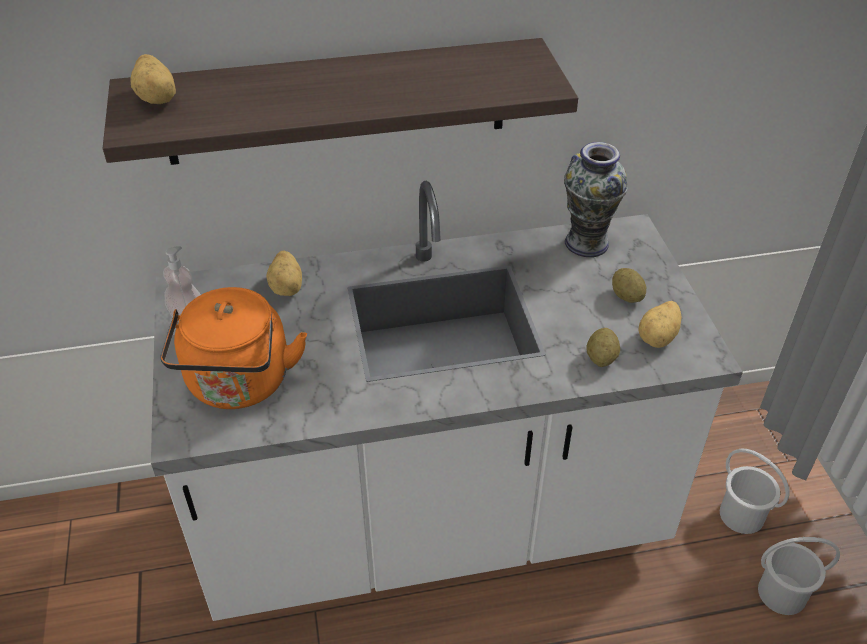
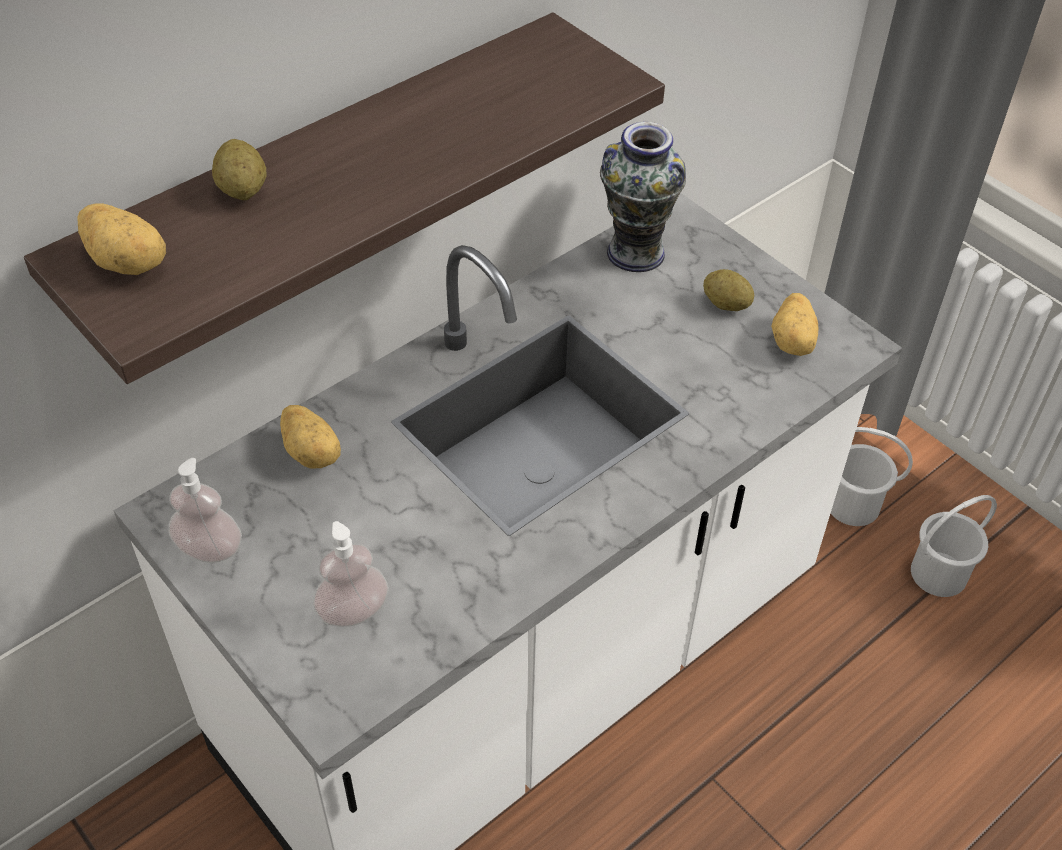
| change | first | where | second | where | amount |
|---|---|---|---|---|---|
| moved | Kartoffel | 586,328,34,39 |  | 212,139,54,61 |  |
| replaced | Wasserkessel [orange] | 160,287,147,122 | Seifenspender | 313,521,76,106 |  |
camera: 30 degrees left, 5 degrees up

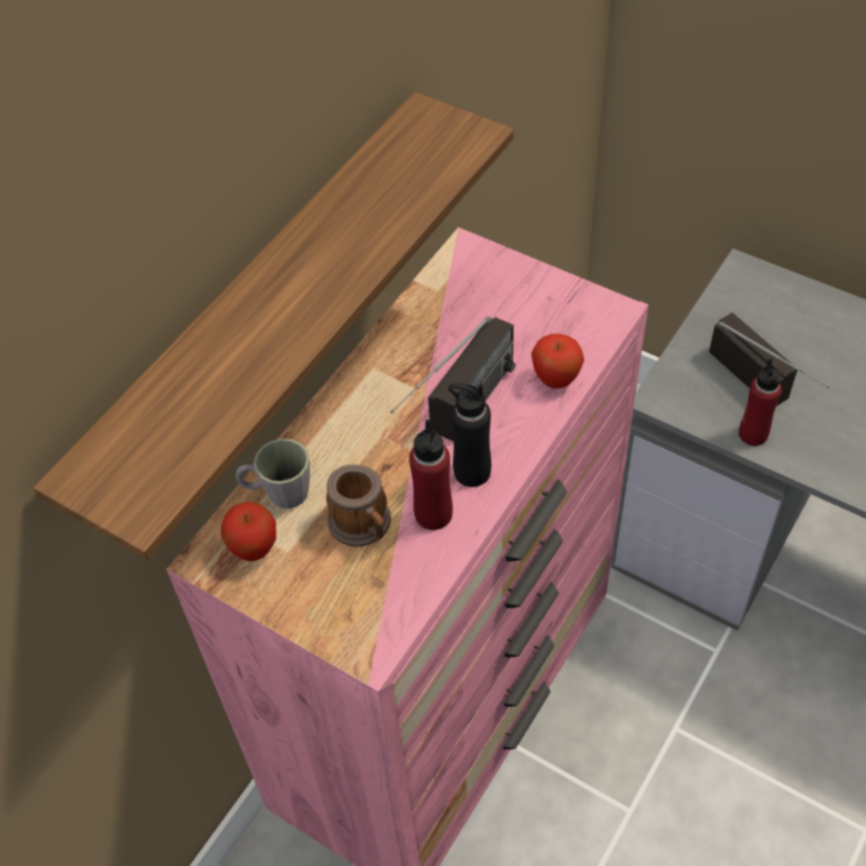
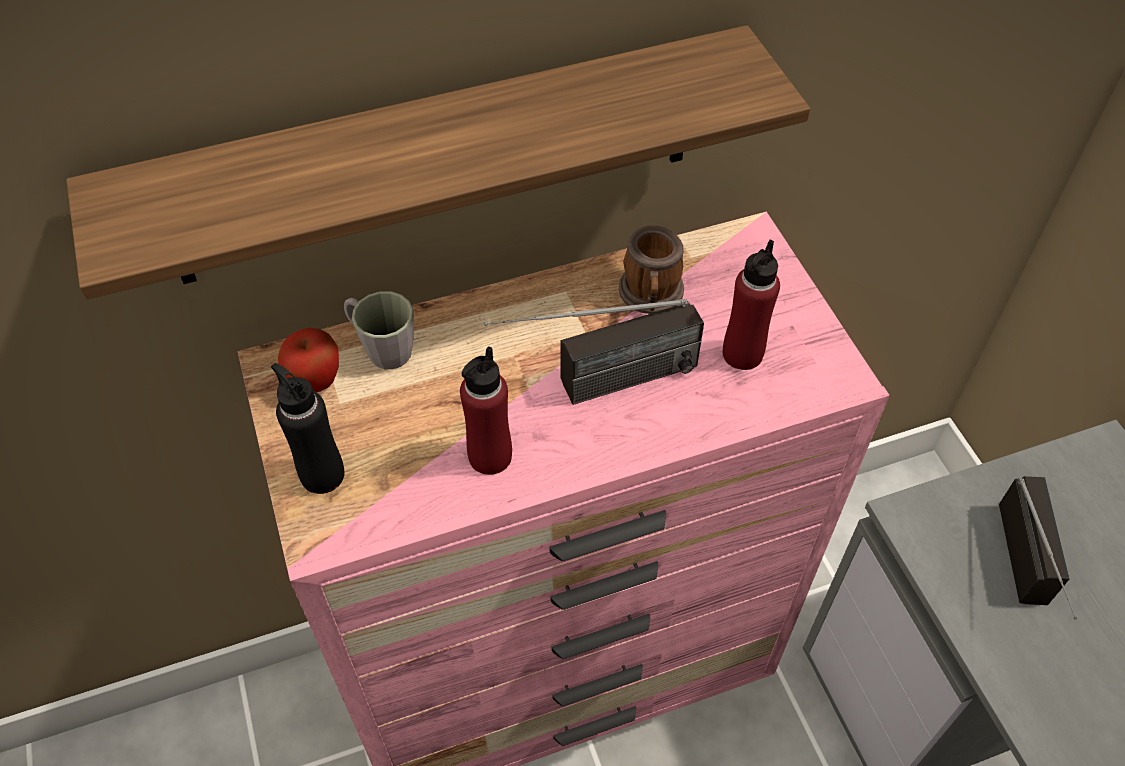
| change | first | where | second | where | amount |
|---|---|---|---|---|---|
| removed | Apfel | 531,334,53,55 |  |  |  |
| moved | Henkelbecher | 326,464,65,83 |  | 619,226,65,88 |  |
| moved | Flasche [schwarz] | 449,383,42,104 |  | 271,363,74,131 |  |
| moved | Flasche [rot] | 739,359,43,87 |  | 723,239,57,131 |  |
camera: 35 degrees right, 0 degrees up

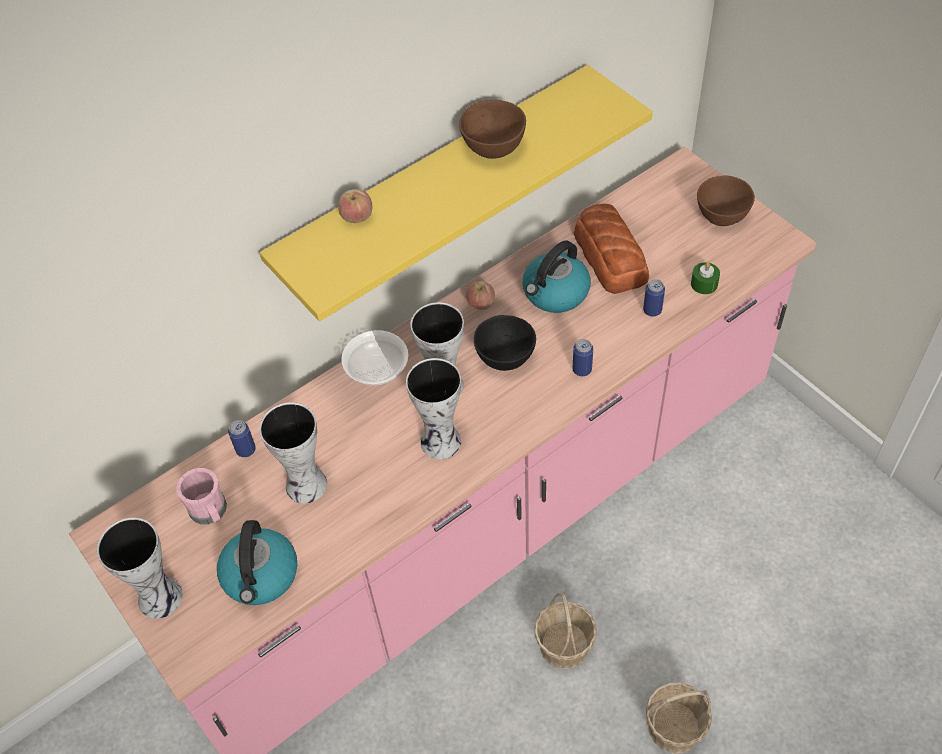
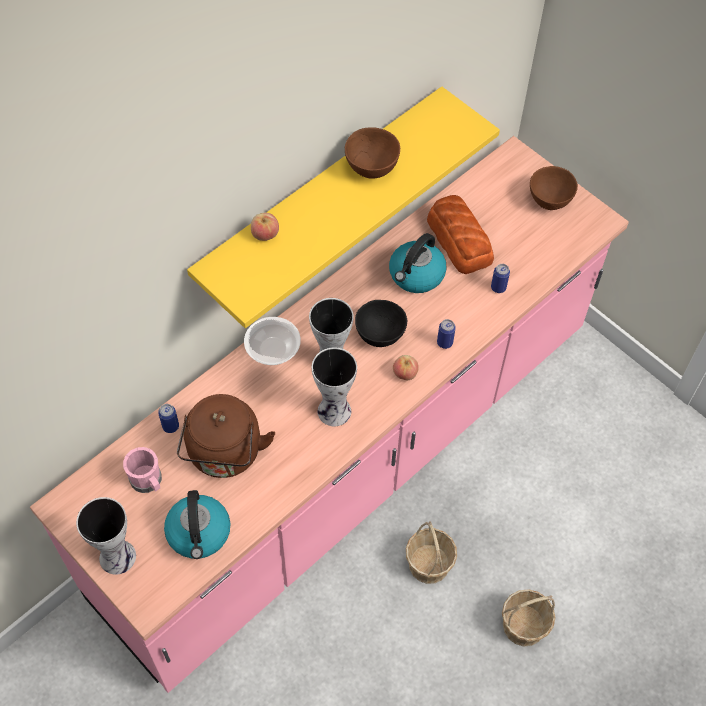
| change | first | where | second | where | amount |
|---|---|---|---|---|---|
| removed | Kerze [grün] | 691,262,29,32 |  |  |  |
| moved | Apfel | 466,281,29,29 |  | 393,355,26,25 |  |
| replaced | Vase | 259,402,68,102 | Wasserkessel [braun] | 177,394,98,84 |  |
camera: 10 degrees left, 5 degrees up

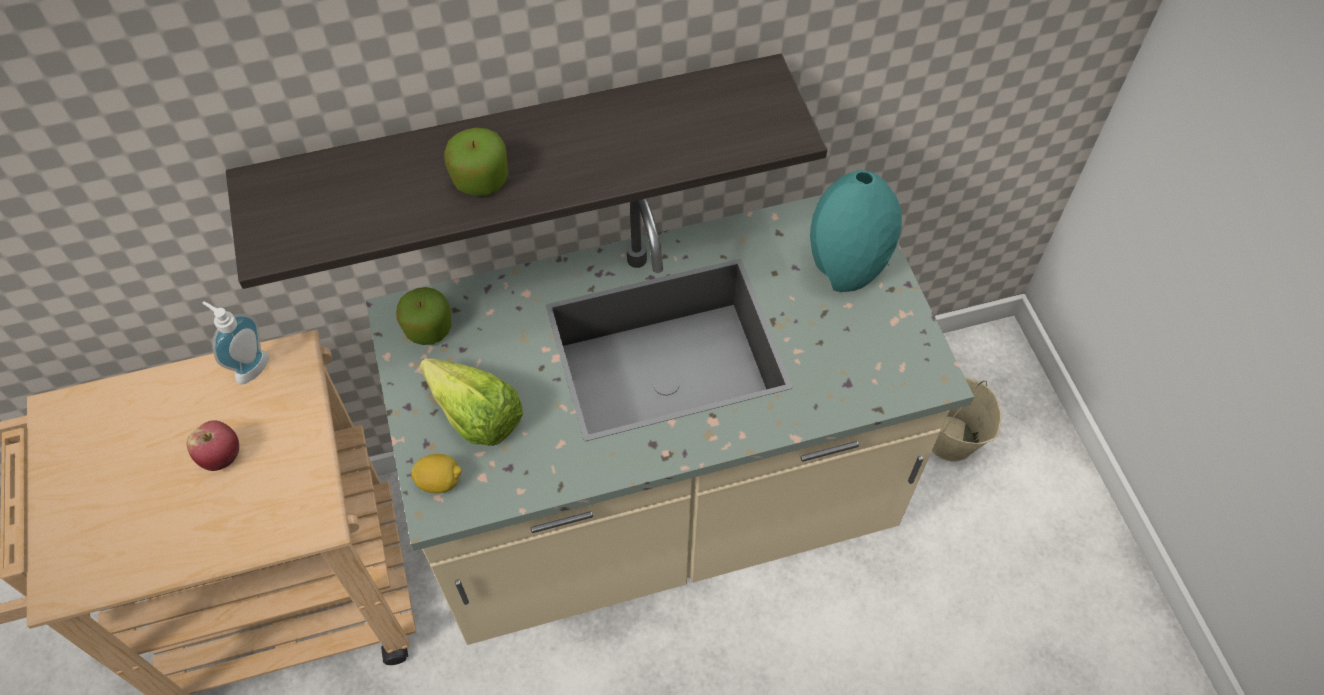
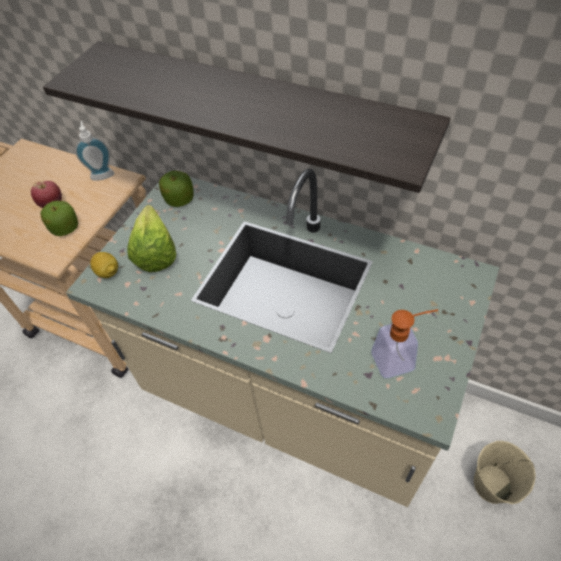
| change | first | where | second | where | amount |
|---|---|---|---|---|---|
| removed | Vase [türkis] | 810,170,92,122 |  |  |  |
| added |  |  | Seifenspender | 371,309,67,69 |  |
| moved | Apfel | 444,127,64,69 |  | 40,201,38,35 |  |
camera: 45 degrees right, 5 degrees down

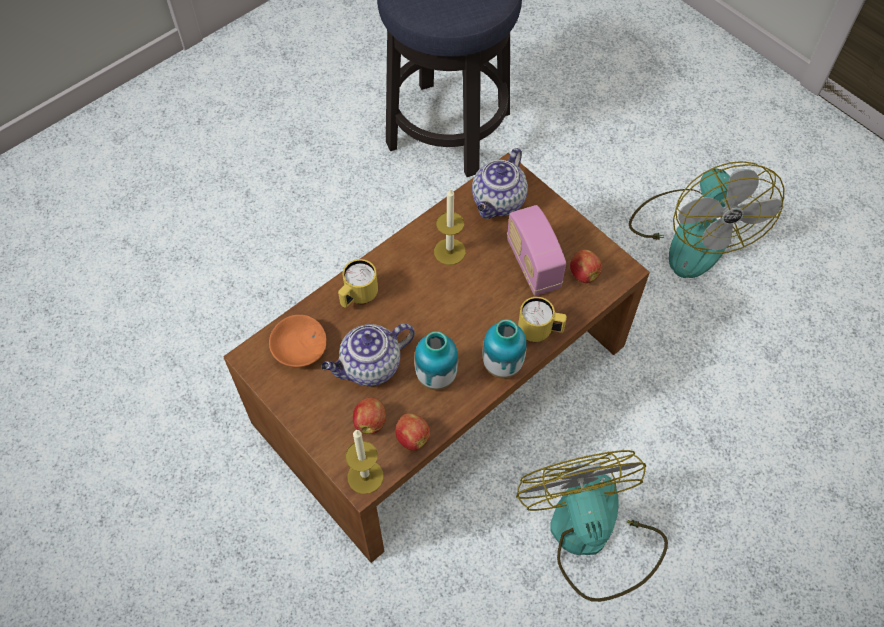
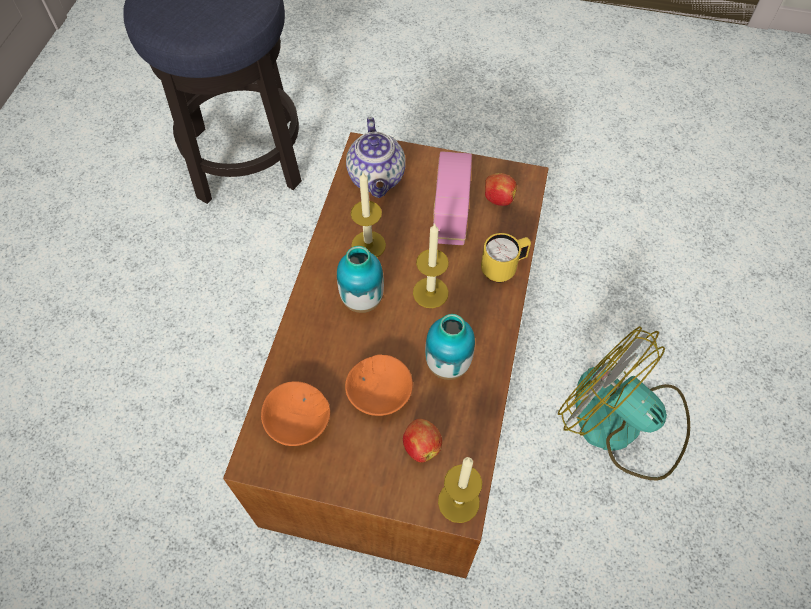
| change | first | where | second | where | amount |
|---|---|---|---|---|---|
| removed | Henkelbecher [gelb] | 338,259,40,48 |  |  |  |
| removed | Apfel | 395,413,35,38 |  |  |  |
| removed | Ventilator | 629,161,155,117 |  |  |  |
| added |  |  | Kerze | 413,223,36,85 |  |
| moved | Vase | 482,319,45,60 |  | 337,246,47,67 |  |
| replaced | Teekanne | 321,323,94,63 | Schüssel [orange] | 345,354,68,62 |  |
| turned | Radio | 507,205,59,91 |  | 433,151,39,94 | 60 degrees clockwise |
camera: 35 degrees left, 0 degrees up

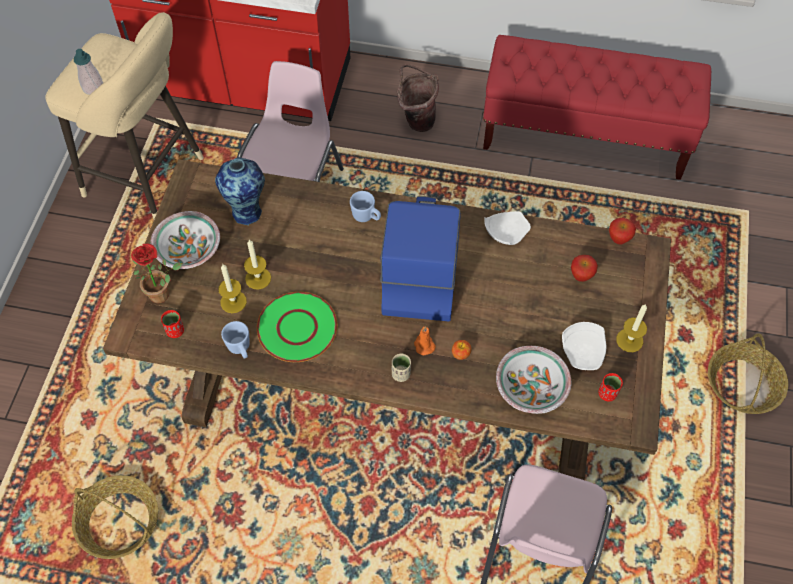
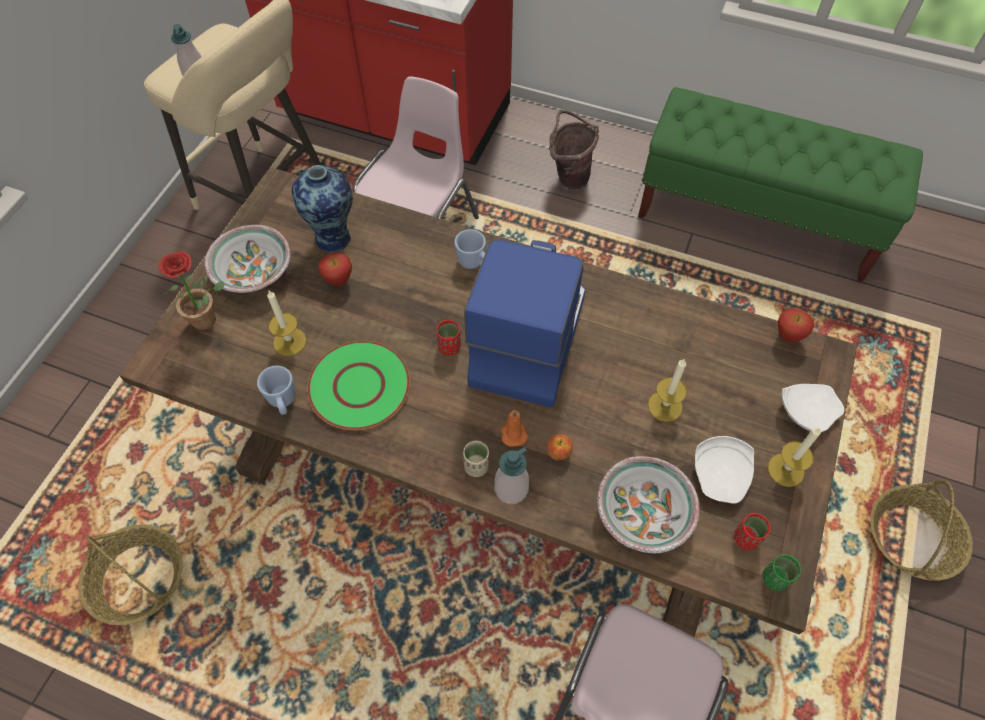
| change | first | where | second | where | amount |
|---|---|---|---|---|---|
| added |  |  | Seifenspender | 495,447,34,57 |  |
| added |  |  | Tasse [grün] | 762,554,39,37 |  |
| moved | Tasse [rot] | 161,310,23,28 |  | 437,320,24,35 |  |
| moved | Kerze | 244,239,27,51 |  | 648,359,39,63 |  |
| moved | Teller [weiß] | 484,211,47,34 |  | 782,384,62,48 |  |
| moved | Apfel | 571,255,27,27 |  | 318,253,34,33 |  |
| recoloured | Bank [rot] | 482,35,229,145 | Bank [grün] | 638,87,285,195 |  |
camera: 10 degrees right, 0 degrees up

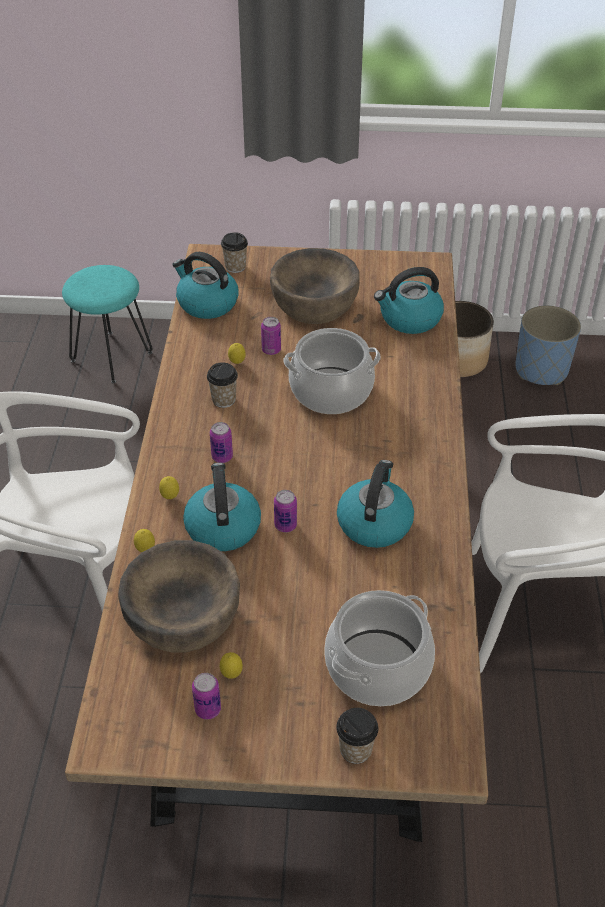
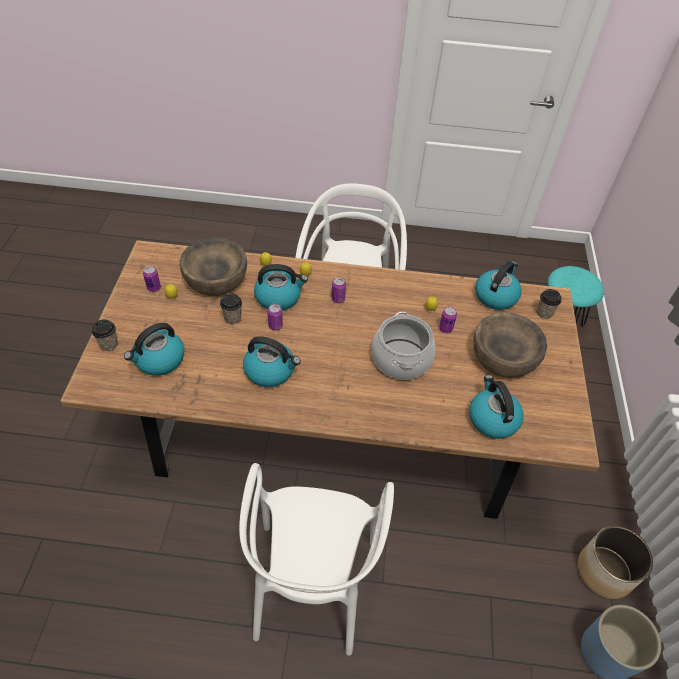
| change | first | where | second | where | amount |
|---|---|---|---|---|---|
| moved | Tasse | 207,362,31,46 |  | 220,293,22,32 |  |
| replaced | Kochtopf | 324,590,111,116 | Wasserkessel | 124,323,60,53 |  |
camera: 90 degrees right, 5 degrees up

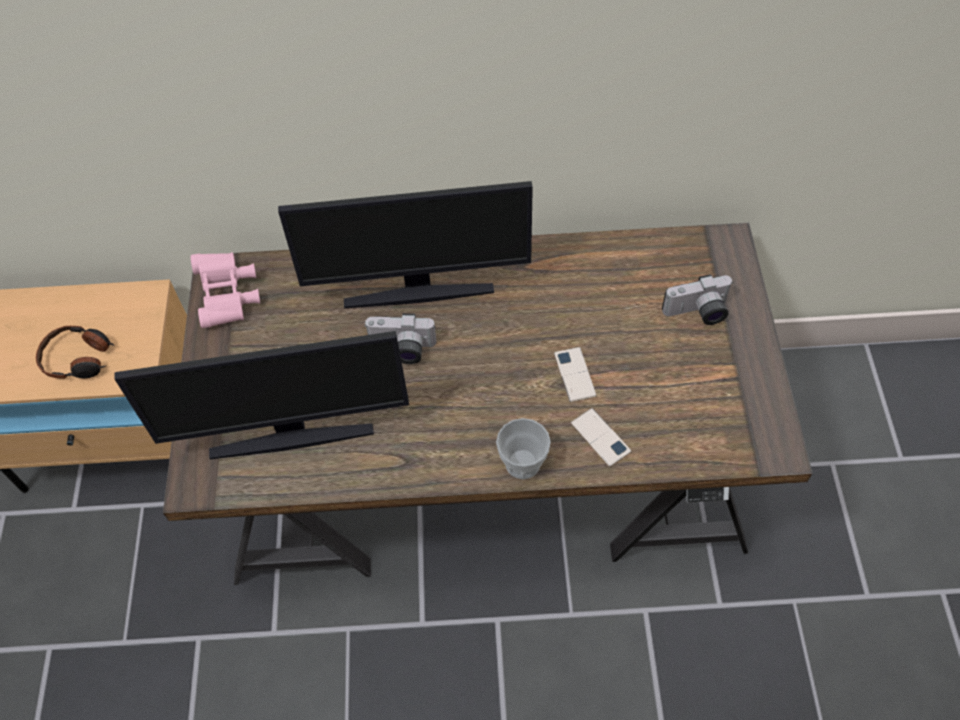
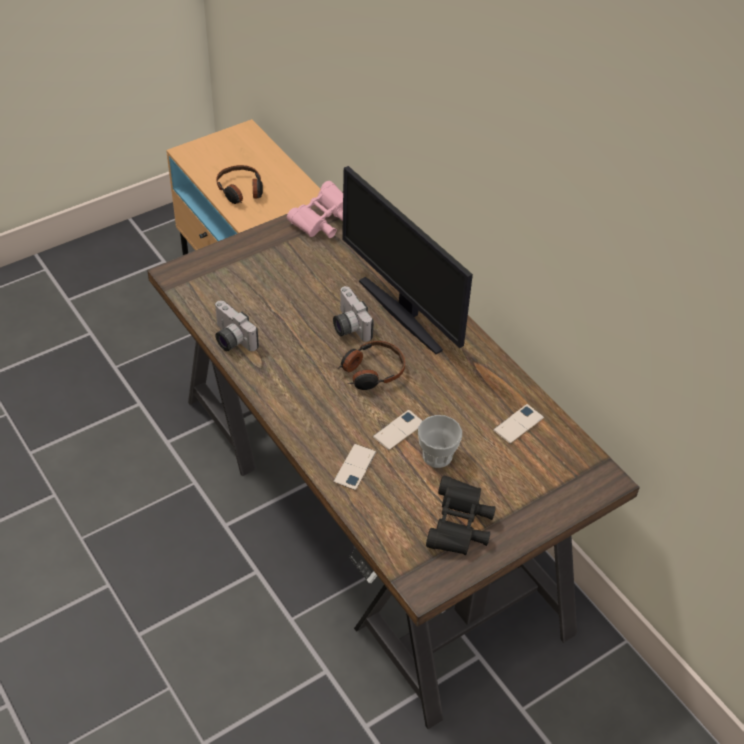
| change | first | where | second | where | amount |
|---|---|---|---|---|---|
| removed | Monitor | 114,331,295,128 |  |  |  |
| added |  |  | Kopfhörer | 338,341,67,49 |  |
| added |  |  | Fernglas [schwarz] | 426,476,70,79 |  |
| added |  |  | Handy | 493,404,51,40 |  |
| moved | Tasse | 496,418,55,61 |  | 418,415,44,53 |  |
| moved | Kamera | 662,274,71,51 |  | 215,301,44,50 |  |
camera: 55 degrees right, 10 degrees down

